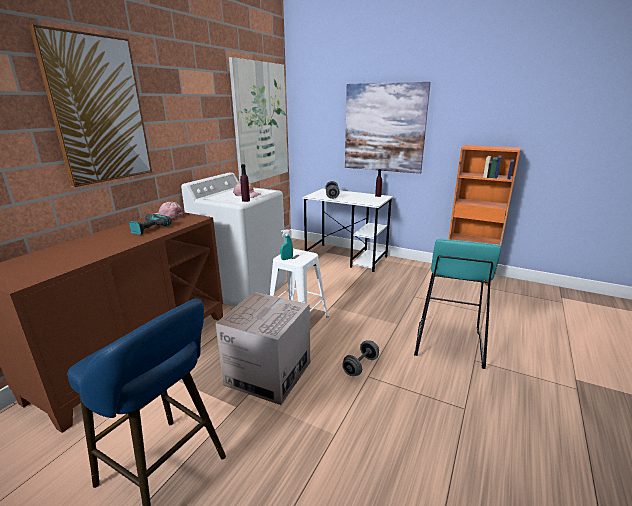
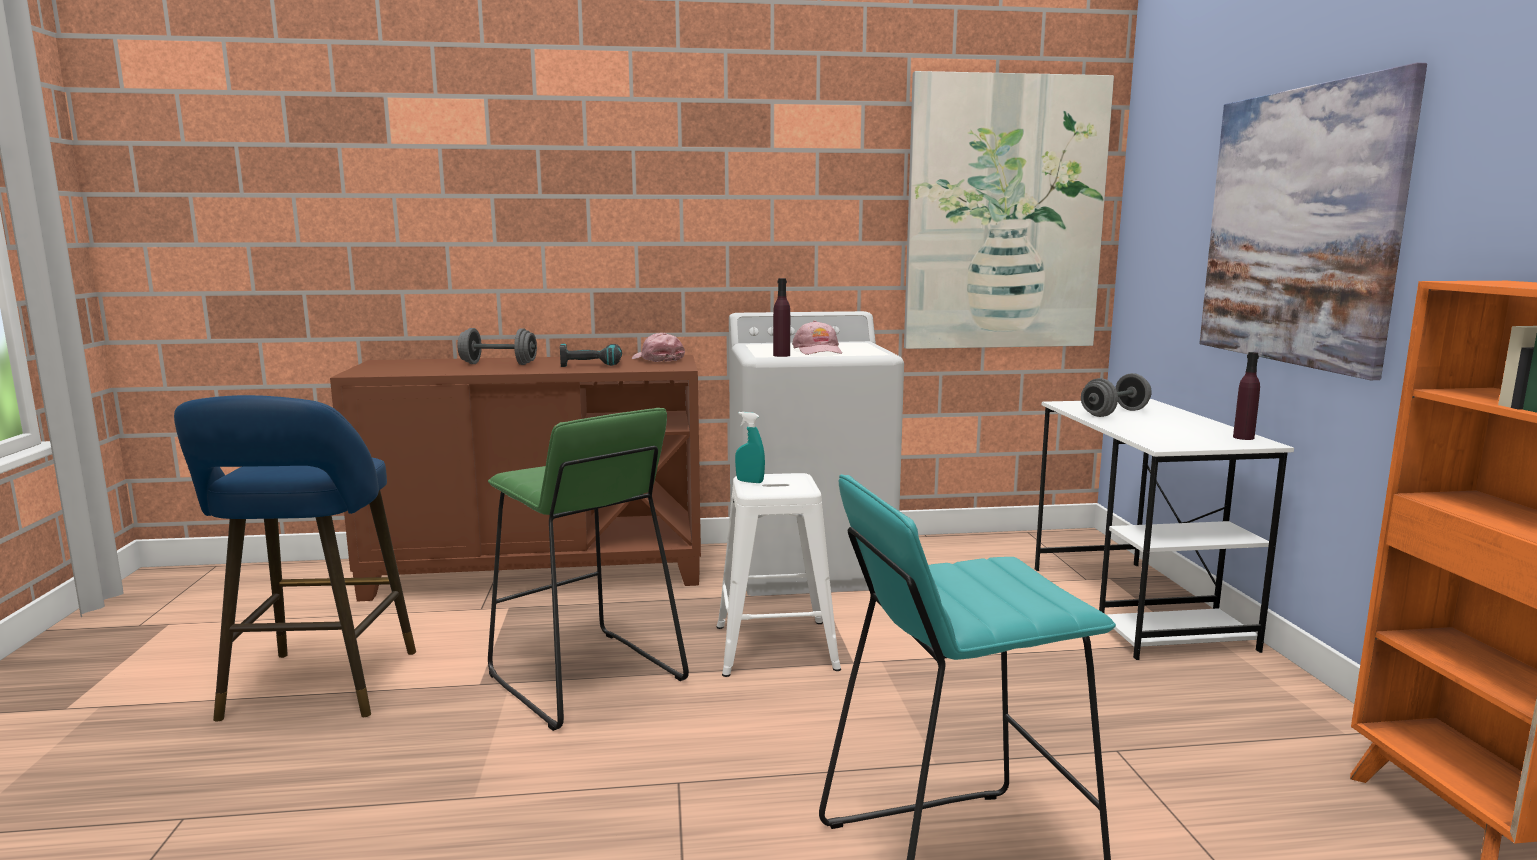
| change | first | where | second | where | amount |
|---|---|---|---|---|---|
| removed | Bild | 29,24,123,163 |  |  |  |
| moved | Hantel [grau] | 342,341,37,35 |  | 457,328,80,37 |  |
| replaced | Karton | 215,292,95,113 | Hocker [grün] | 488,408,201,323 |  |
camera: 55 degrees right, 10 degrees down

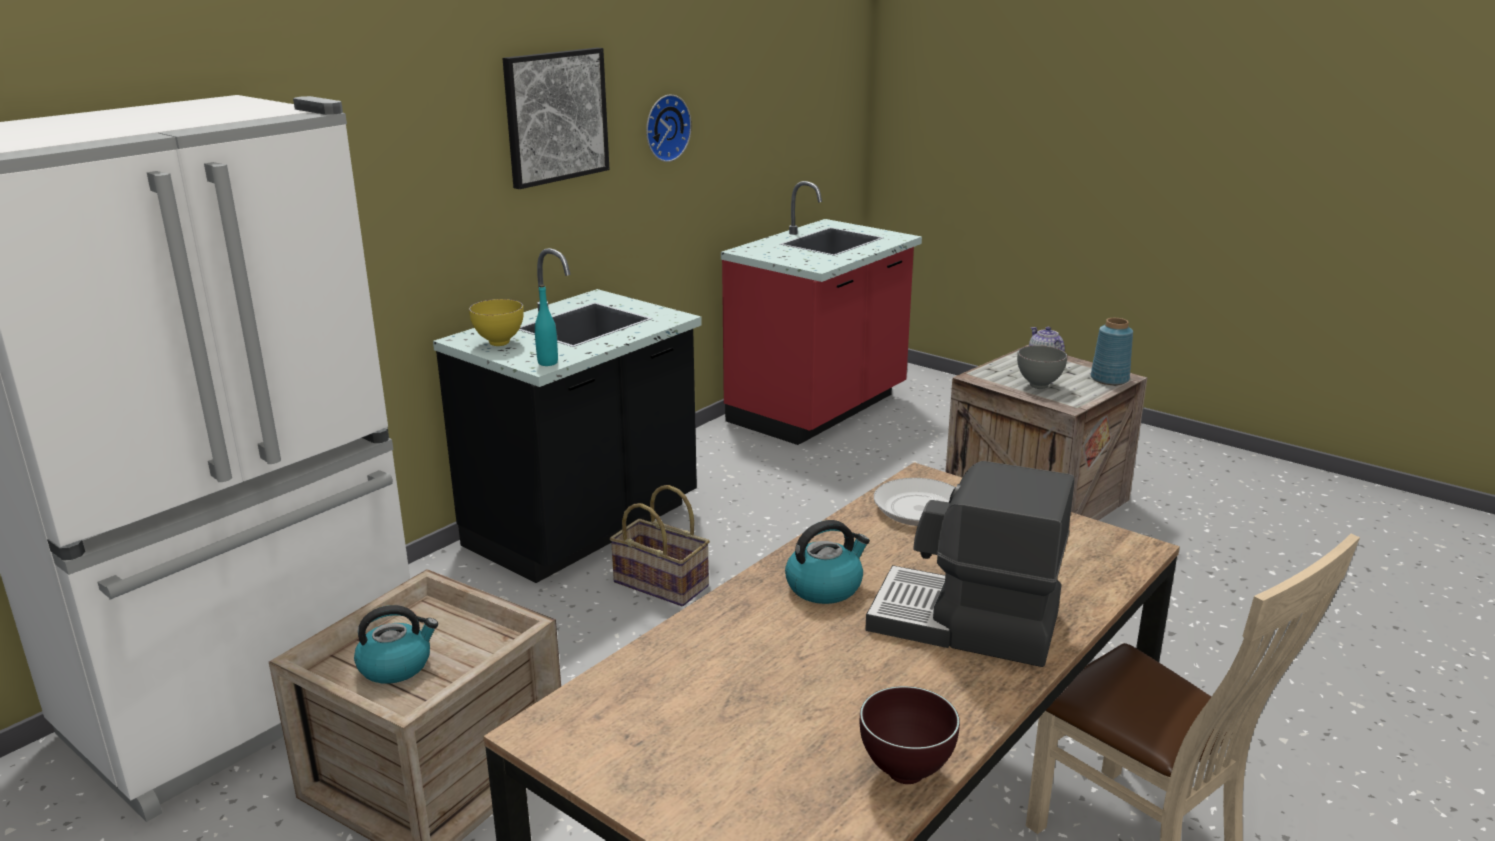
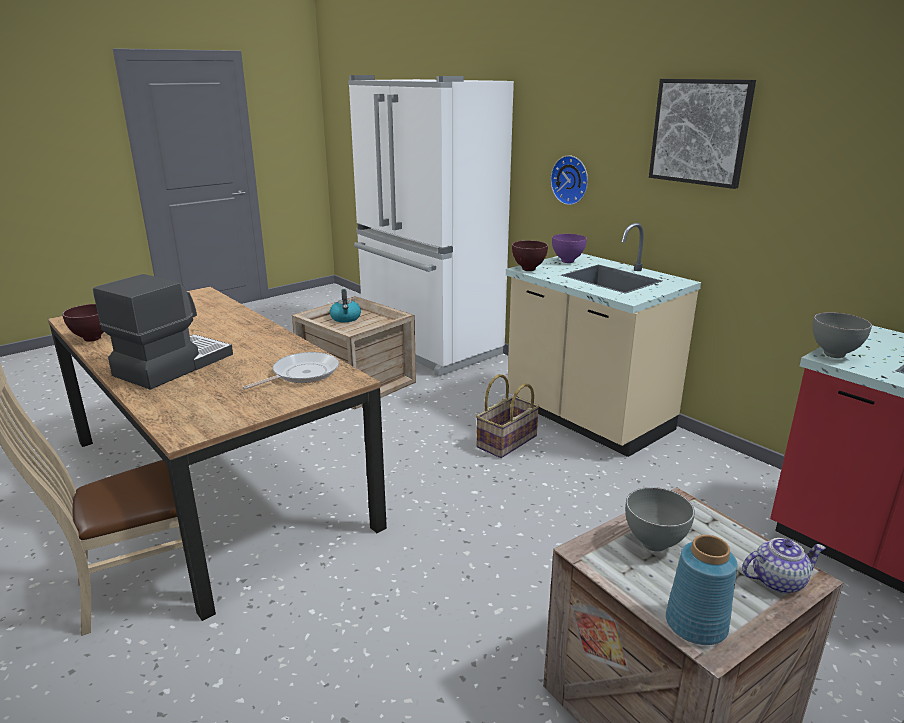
| change | first | where | second | where | amount |
|---|---|---|---|---|---|
| removed | Wasserkessel | 785,520,85,84 |  |  |  |
| added |  |  | Schüssel [grau] | 812,312,60,46 |  |
| moved | Wanduhr | 646,94,46,68 |  | 550,155,38,50 |  |
| replaced | Flasche [türkis] | 535,285,23,81 | Schüssel [braun] | 512,240,36,31 |  |
| recoloured | Küchenzeile [schwarz] | 433,248,269,335 | Küchenzeile [beige] | 506,223,195,234 |  |
| recoloured | Schüssel [gelb] | 469,299,55,47 | Schüssel [lila] | 552,234,35,29 |  |
camera: 100 degrees right, 0 degrees up

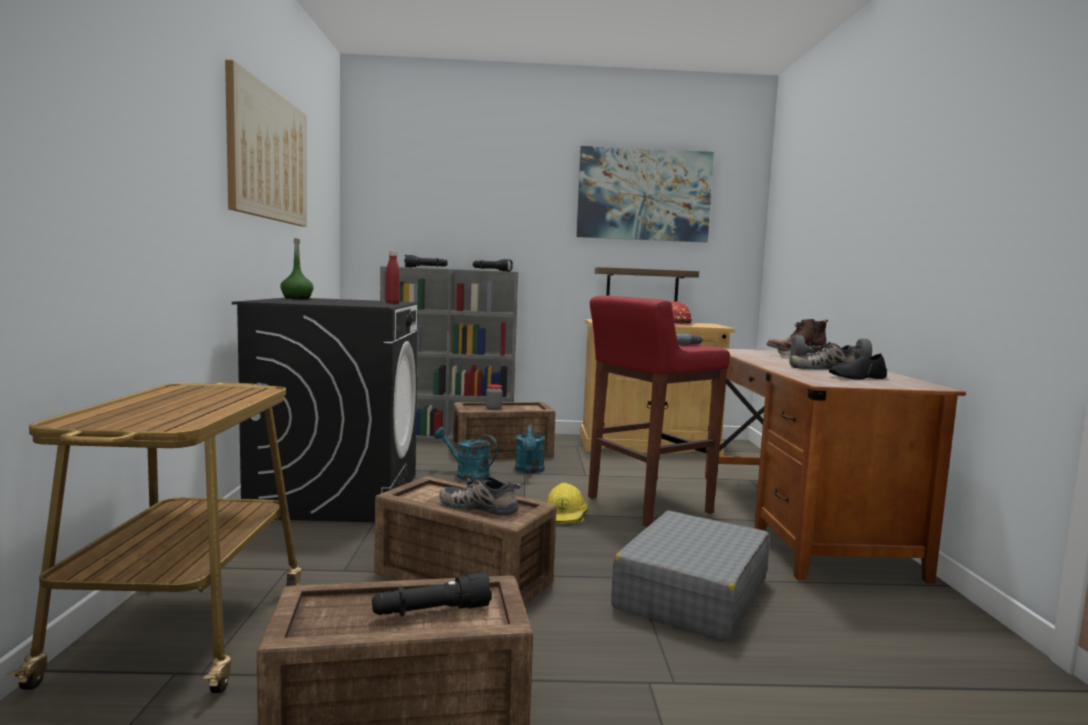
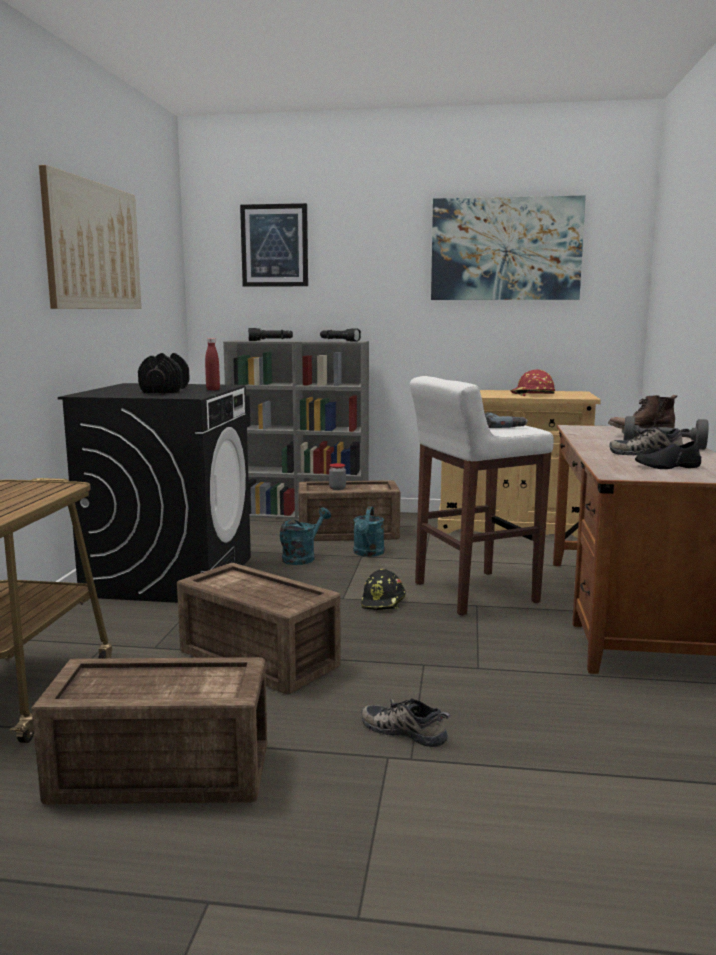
| change | first | where | second | where | amount |
|---|---|---|---|---|---|
| removed | Flasche [grün] | 280,238,34,61 |  |  |  |
| removed | Taschenlampe [schwarz] | 372,572,120,44 |  |  |  |
| removed | Wandregal | 595,267,104,34 |  |  |  |
| removed | Koffer [grau] | 611,511,159,131 |  |  |  |
| added |  |  | Hantel [schwarz] | 138,353,52,40 |  |
| added |  |  | Bild | 240,203,68,84 |  |
| moved | Schuh | 439,475,82,41 |  | 361,699,89,49 |  |
| recoloured | Schutzhelm [gelb] | 547,483,41,41 | Schutzhelm [schwarz] | 361,569,45,41 |  |
| recoloured | Hocker [rot] | 588,295,142,232 | Hocker [weiß] | 410,376,144,239 |  |
| turned | Gießkanne [türkis] | 434,427,64,54 |  | 280,508,51,57 | 90 degrees clockwise |
camera: 10 degrees right, 5 degrees up

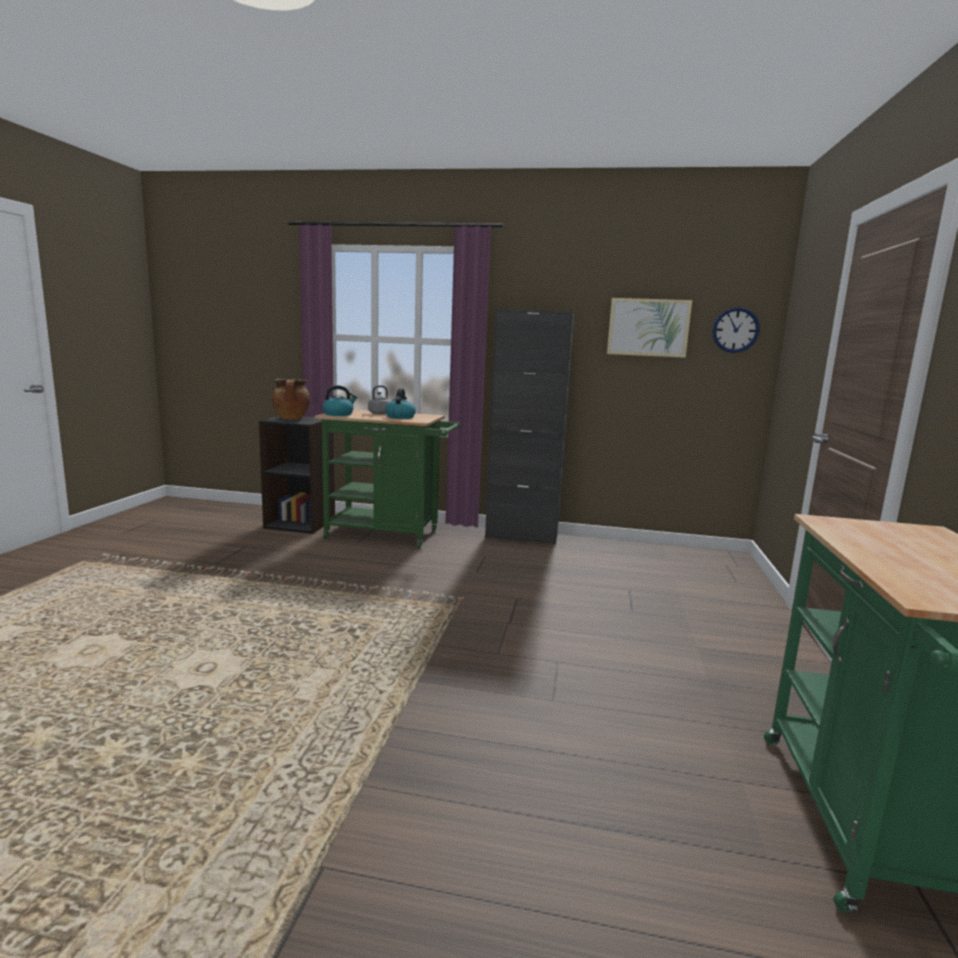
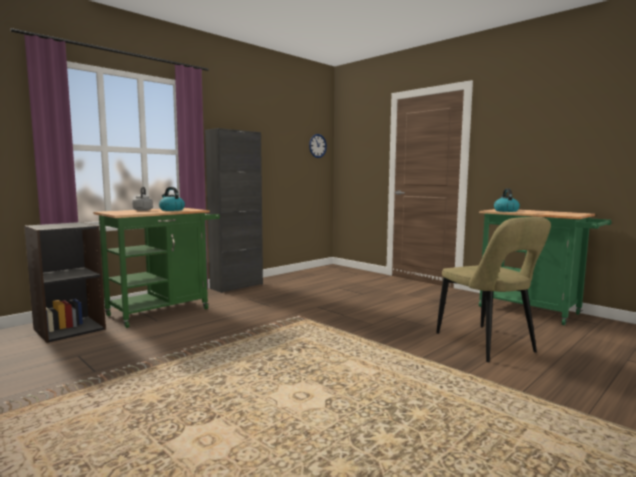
| change | first | where | second | where | amount |
|---|---|---|---|---|---|
| removed | Kochtopf | 272,379,38,41 |  |  |  |
| removed | Bild | 607,298,85,60 |  |  |  |
| added |  |  | Stuhl [beige] | 436,217,115,145 |  |
| moved | Wasserkessel | 322,385,35,31 |  | 494,188,26,24 |  |
camera: 55 degrees left, 5 degrees down

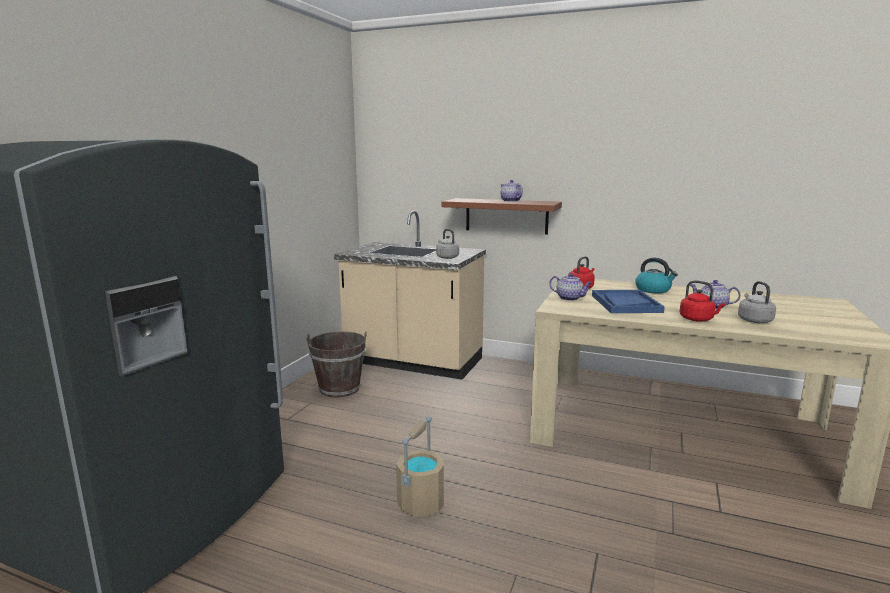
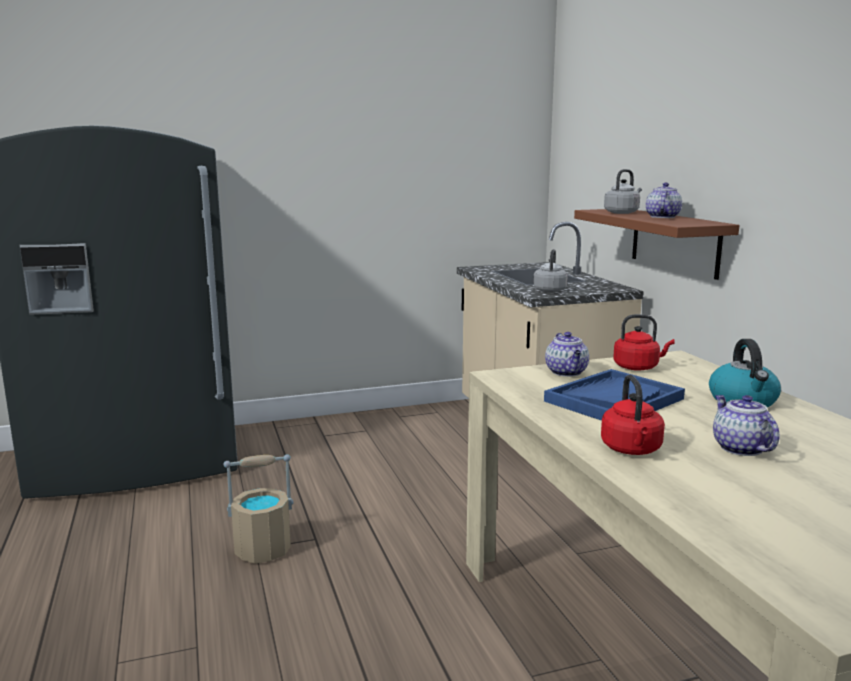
| change | first | where | second | where | amount |
|---|---|---|---|---|---|
| removed | Eimer [braun] | 306,332,61,66 |  |  |  |
| moved | Wasserkessel [grau] | 738,281,38,42 |  | 604,169,38,45 |  |
camera: 50 degrees right, 0 degrees up

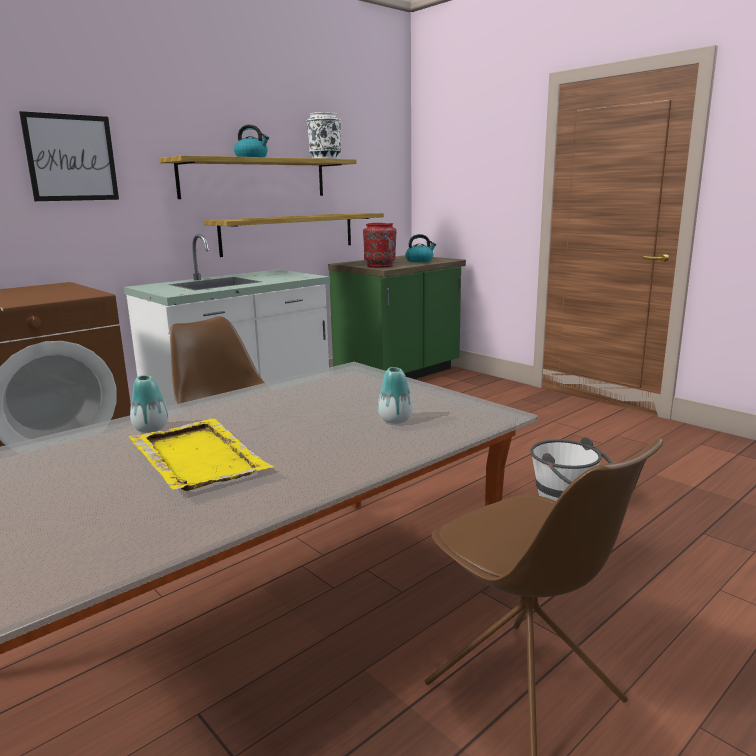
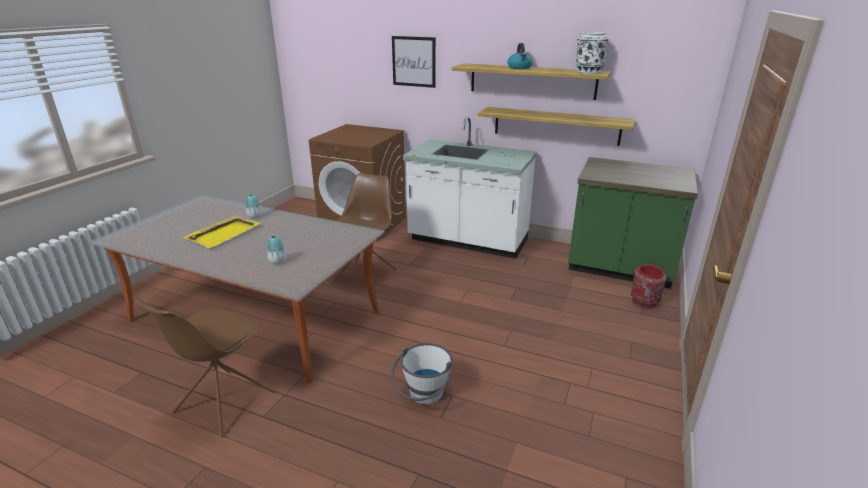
| change | first | where | second | where | amount |
|---|---|---|---|---|---|
| removed | Wasserkessel | 406,234,30,28 |  |  |  |
| moved | Vase [rot] | 363,223,34,45 |  | 631,264,36,45 |  |
camera: 65 degrees right, 10 degrees up

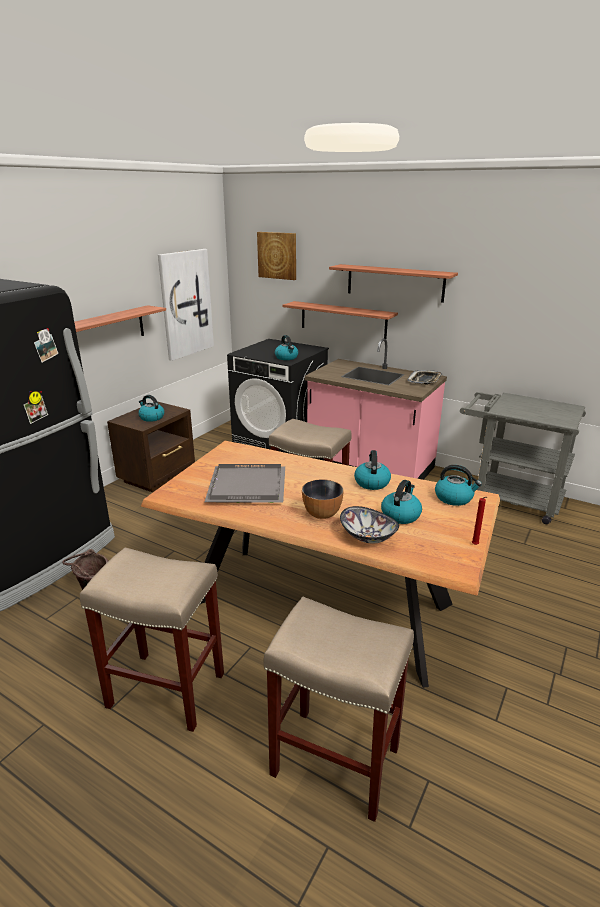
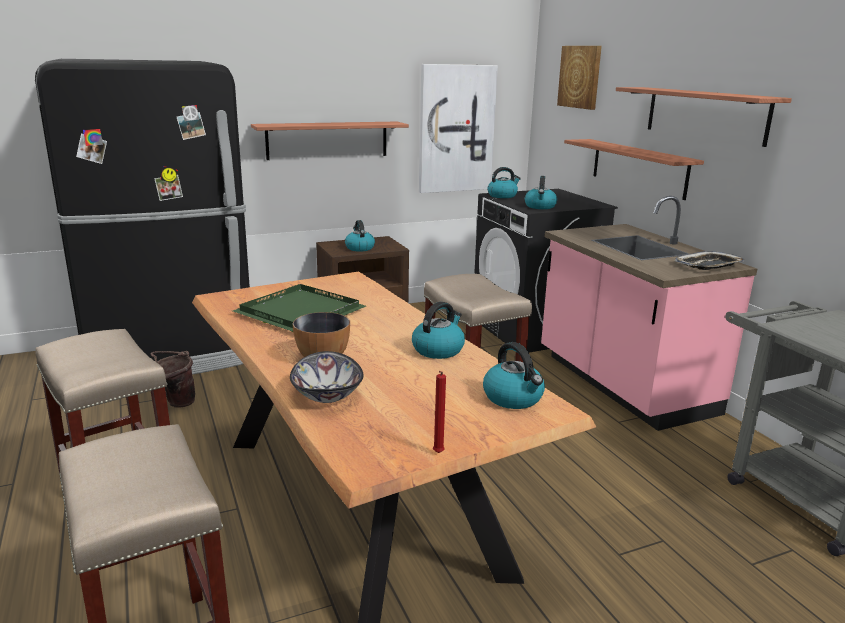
| change | first | where | second | where | amount |
|---|---|---|---|---|---|
| moved | Wasserkessel | 381,480,41,44 |  | 487,167,34,31 |  |
| recoloured | Tablett [grau] | 205,464,80,39 | Tablett [grün] | 233,284,133,48 |  |
camera: 35 degrees right, 5 degrees down

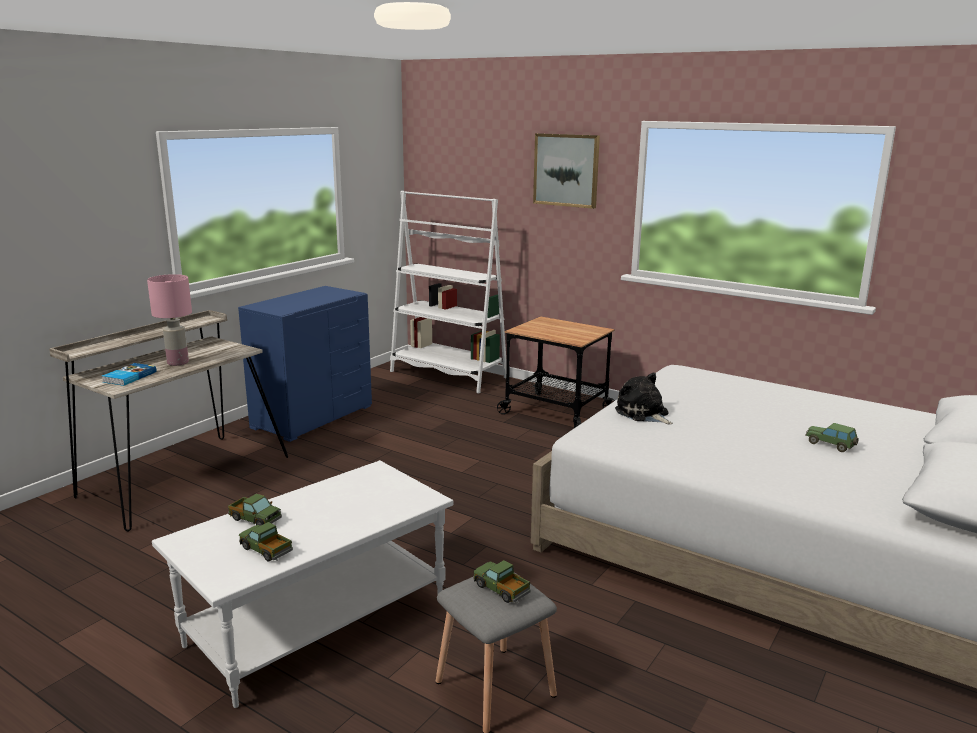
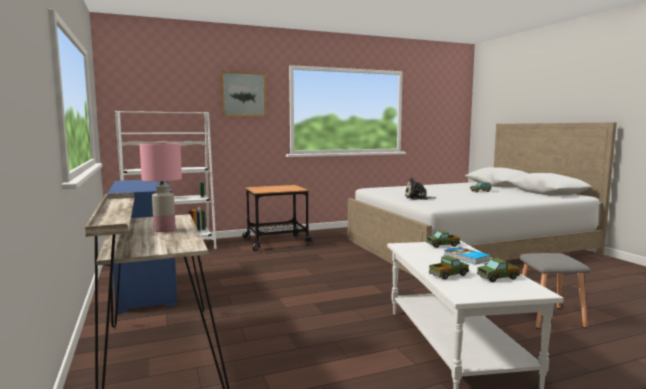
| change | first | where | second | where | amount |
|---|---|---|---|---|---|
| moved | Buch | 102,363,54,23 |  | 444,247,47,18 |  |
| moved | Spielzeuglaster | 473,560,58,43 |  | 426,230,34,18 |  |
camera: 55 degrees left, 10 degrees down

